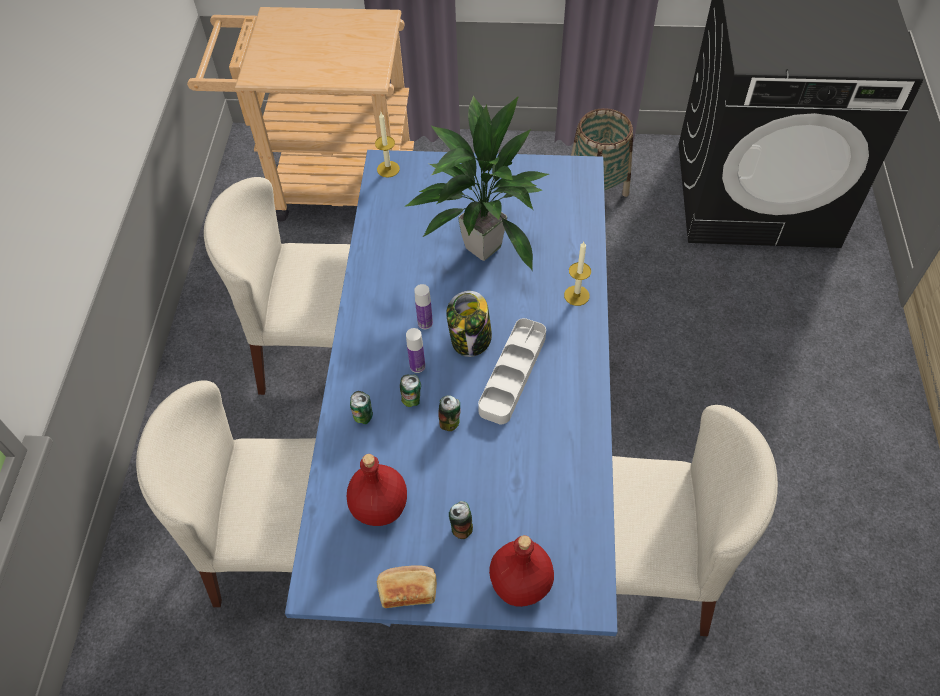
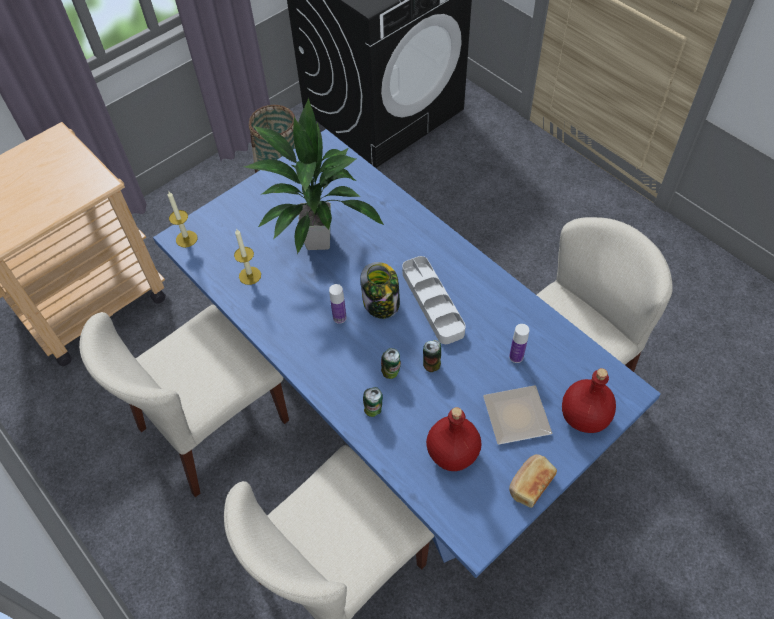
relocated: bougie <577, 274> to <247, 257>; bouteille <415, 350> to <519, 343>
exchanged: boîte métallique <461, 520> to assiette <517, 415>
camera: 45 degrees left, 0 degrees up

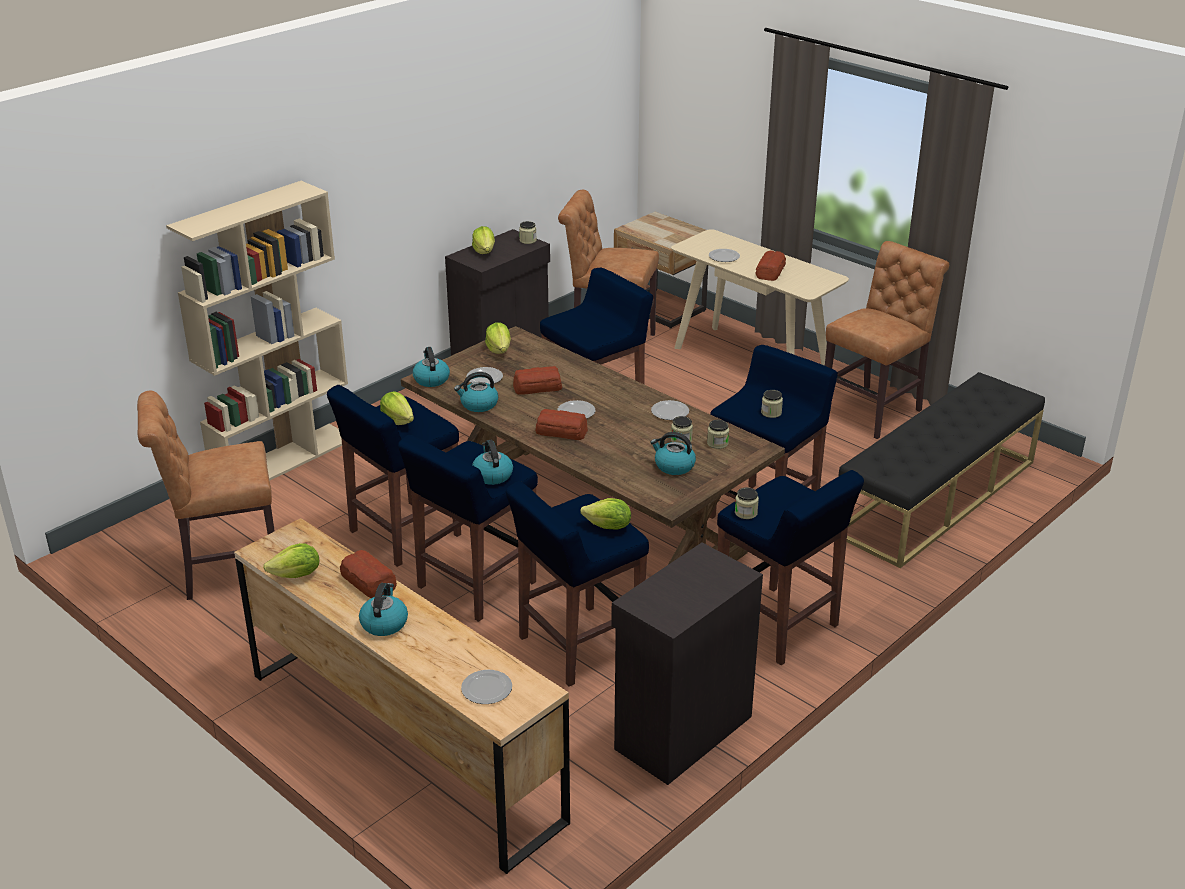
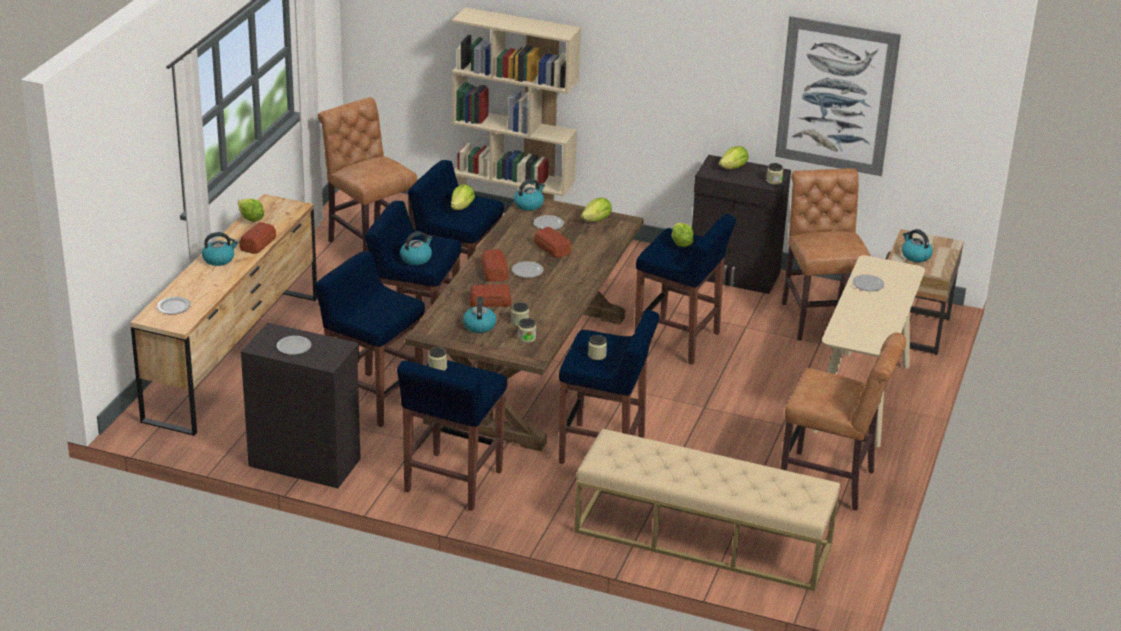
appeared: tableau <838, 96>
relocated: pain <770, 265> to <490, 295>; bouilloire <476, 392> to <917, 245>; assiette <670, 410> to <294, 345>; laitue <605, 514> to <682, 234>
colour: banc [noir] <942, 470> to banc [beige] <707, 509>
camera: 65 degrees right, 0 degrees up

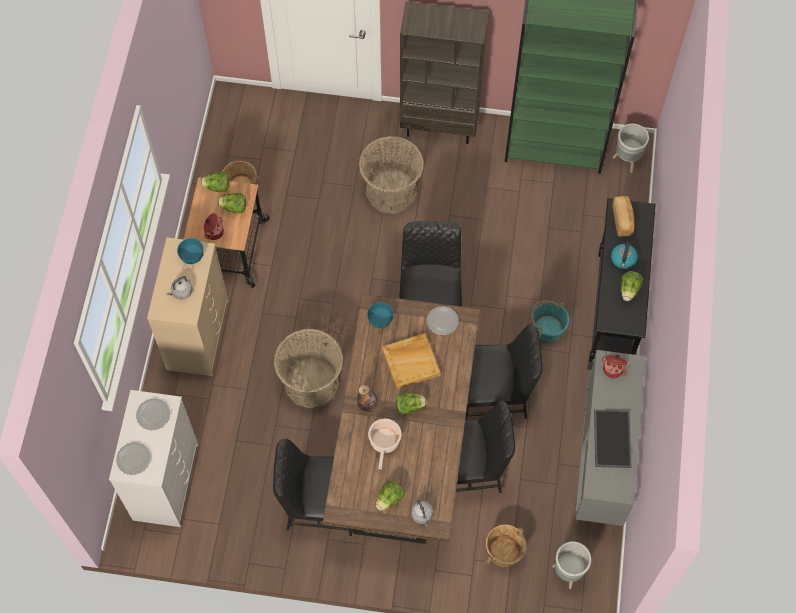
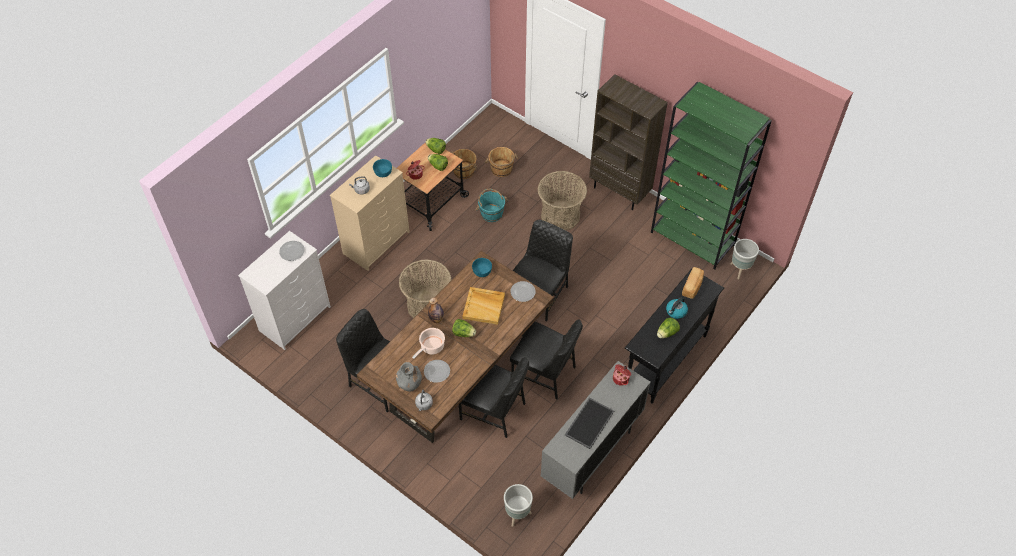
relocated: seau [turquoise] <550, 322> to <491, 205>; assiette <133, 458> to <437, 371>; seau [marron] <506, 545> to <501, 162>
exchanged: laitue <390, 496> to vase [gris] <409, 377>
camera: 30 degrees right, 10 degrees down

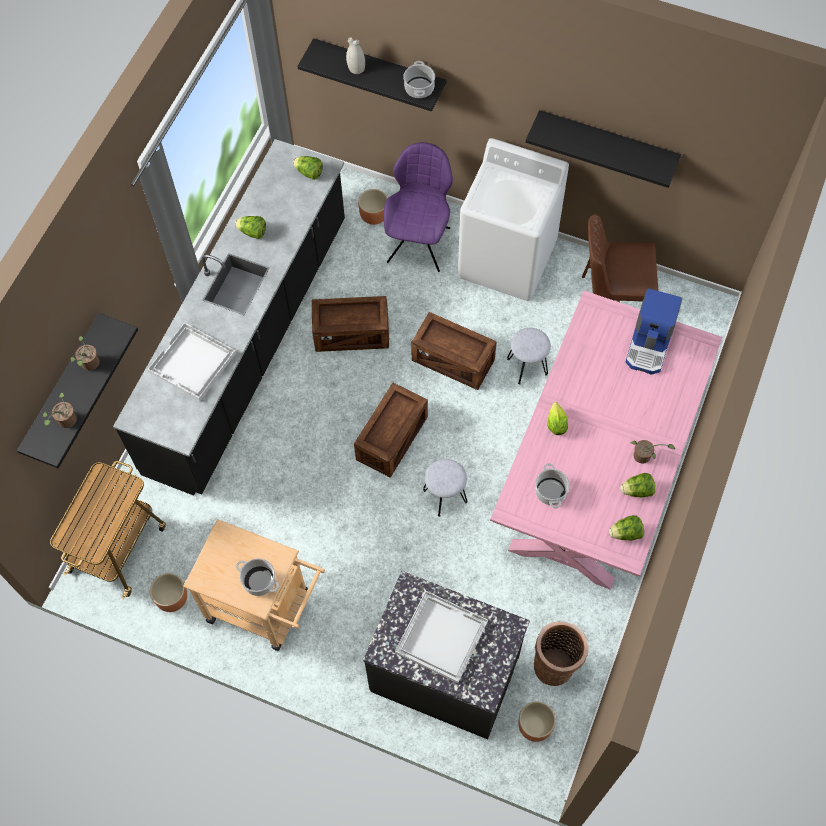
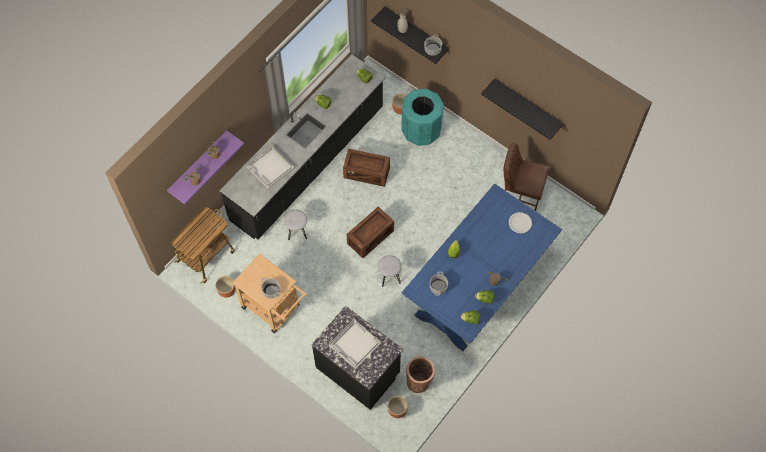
missing: lave-linge [blanc] <513, 219>; caisse <454, 351>
relocated: tabouret [gris] <529, 356> to <295, 225>
exchanged: chaise [violet] <418, 207> to poubelle [turquoise] <422, 117>; machine à café <654, 331> to assiette [blanc] <520, 222>
colour: table à manger [rose] <606, 440> to table à manger [bleu] <482, 267>; étagère [noir] <77, 390> to étagère [violet] <205, 167>
camera: 15 degrees right, 0 degrees up

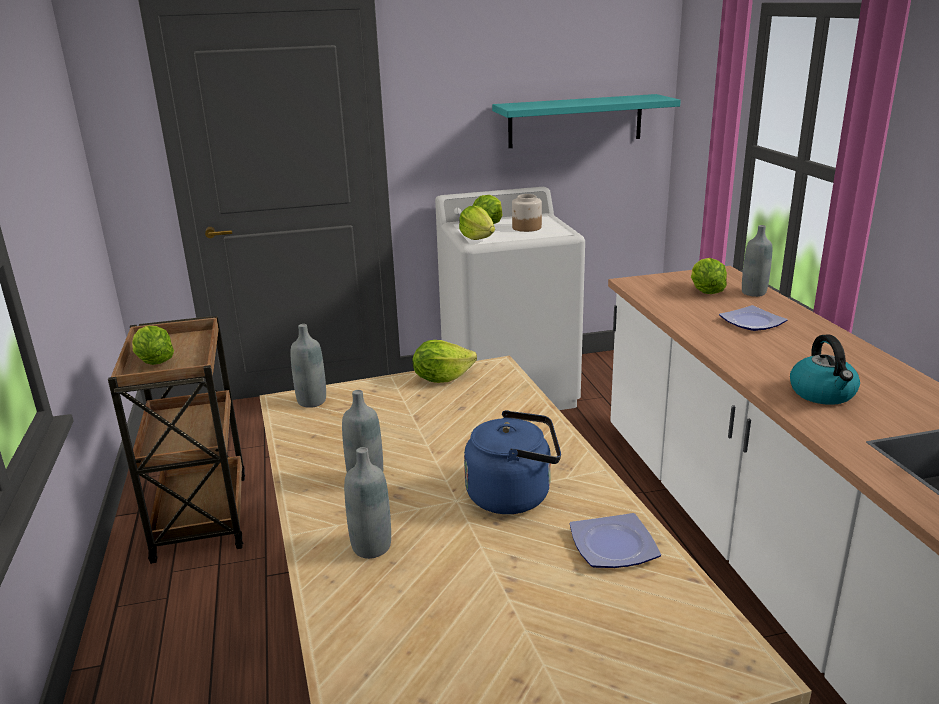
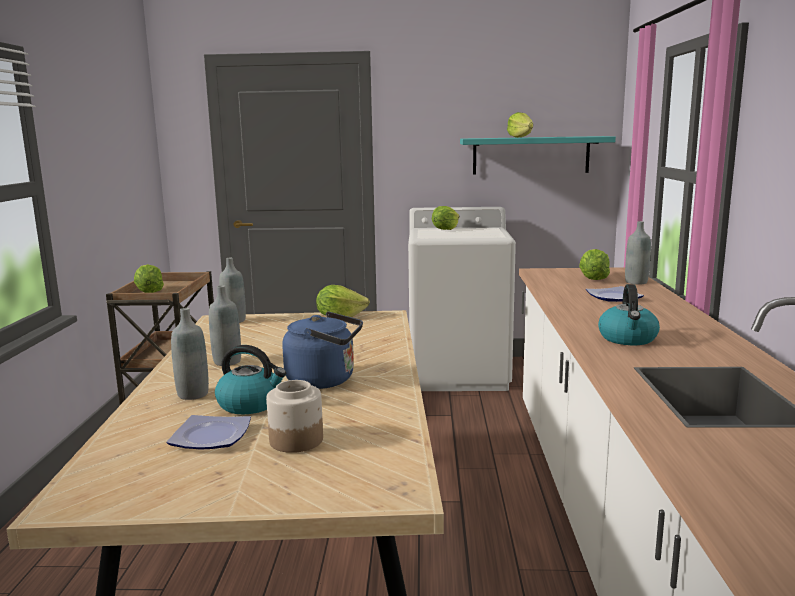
appeared: bouilloire <250, 379>
relocated: bocal <527, 213> to <294, 416>; laitue <477, 223> to <520, 125>; assiette <615, 540> to <209, 432>
camera: 15 degrees right, 10 degrees down

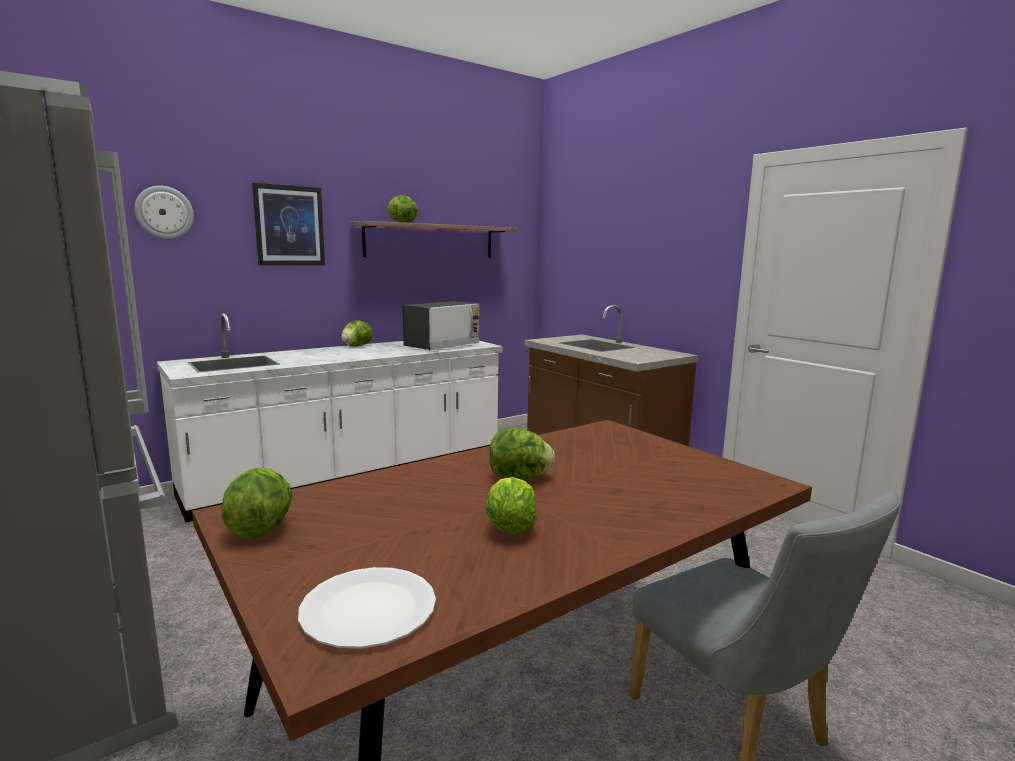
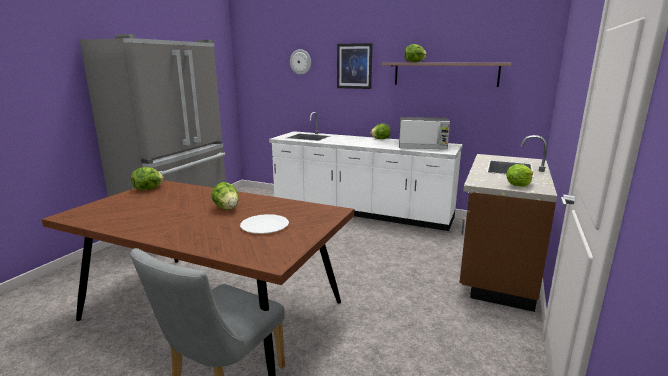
relocated: laitue <511, 505> to <519, 175>; assiette [blanc] <367, 607> to <264, 224>
camera: 60 degrees right, 5 degrees up

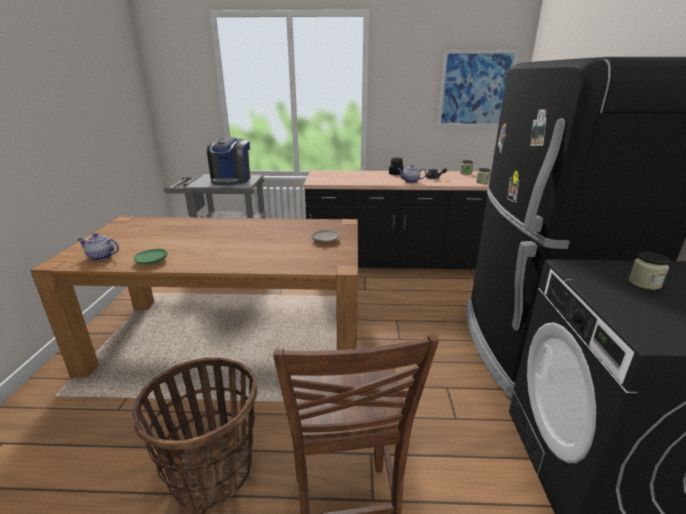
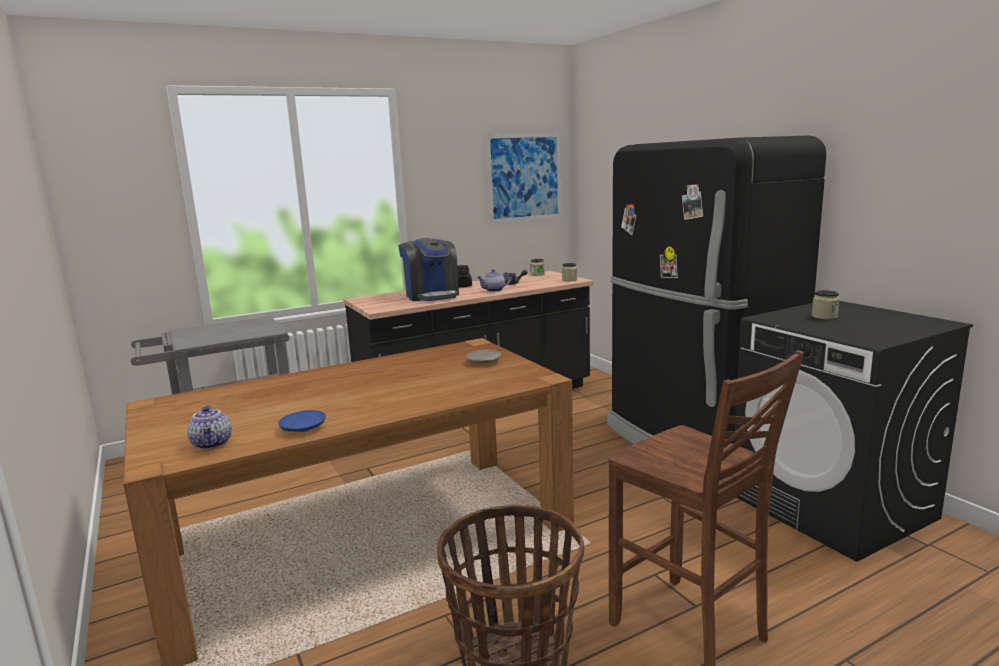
relocated: machine à café <228, 161> to <428, 269>
colour: assiette [vert] <150, 256> to assiette [bleu] <302, 421>
spun: théière <98, 247> = <209, 427> 90 degrees counterclockwise
camera: 30 degrees left, 10 degrees down

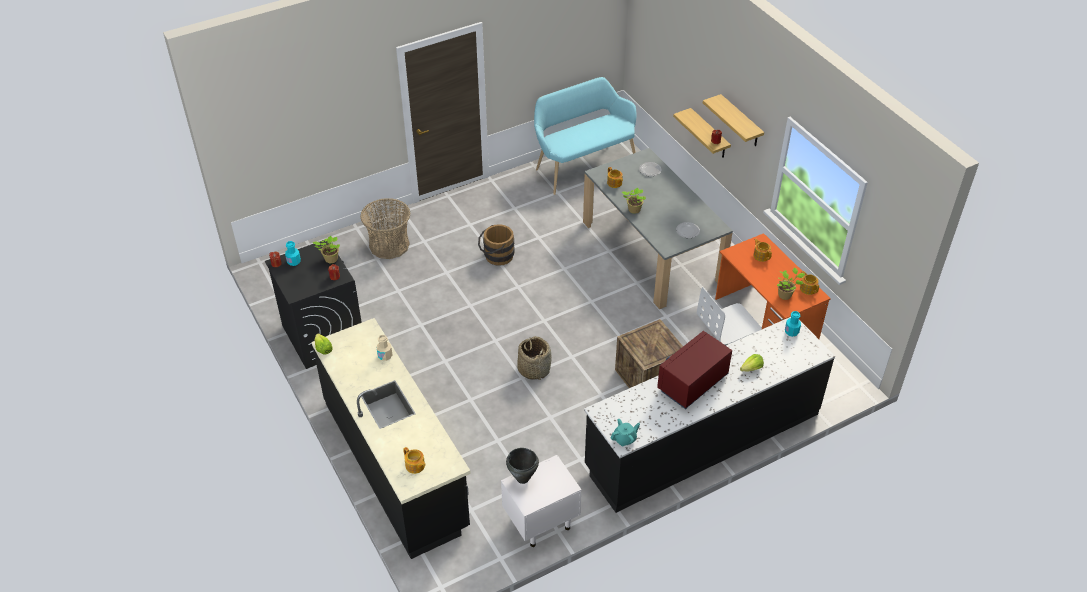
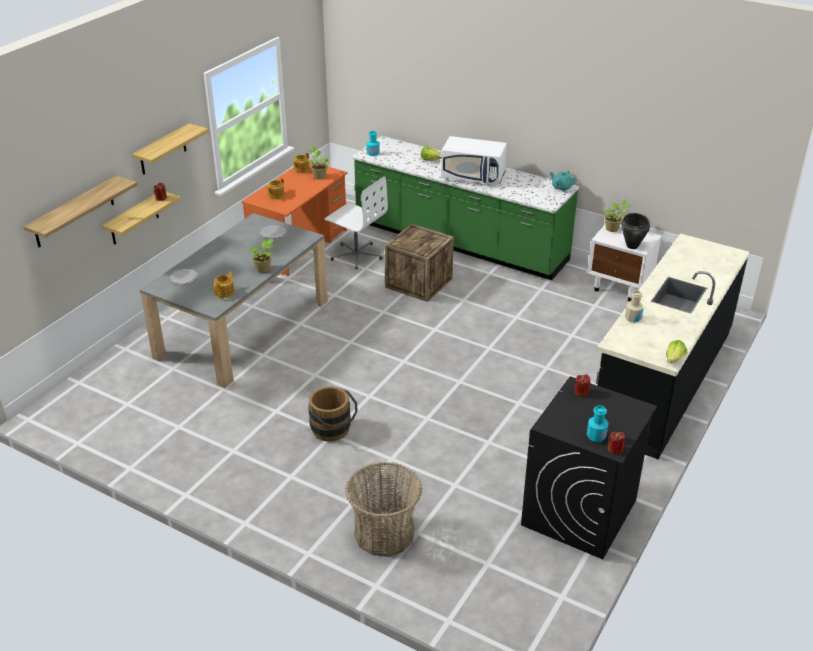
missing: banc [turquoise] <585, 136>; panier <534, 358>; théière <414, 460>
appeared: étagère <80, 211>
relocated: plante en pot <326, 249> to <616, 216>
colour: comptoir de cuisine [noir] <709, 415> to comptoir de cuisine [vert] <465, 208>; micro-ondes [rouge] <694, 370> to micro-ondes [blanc] <474, 160>
camera: 120 degrees left, 10 degrees down

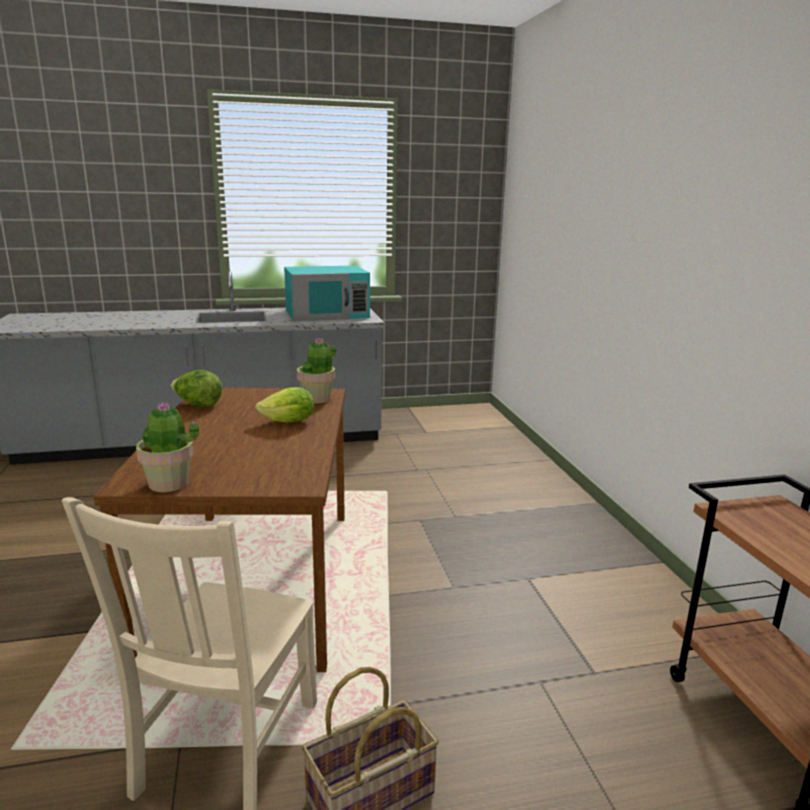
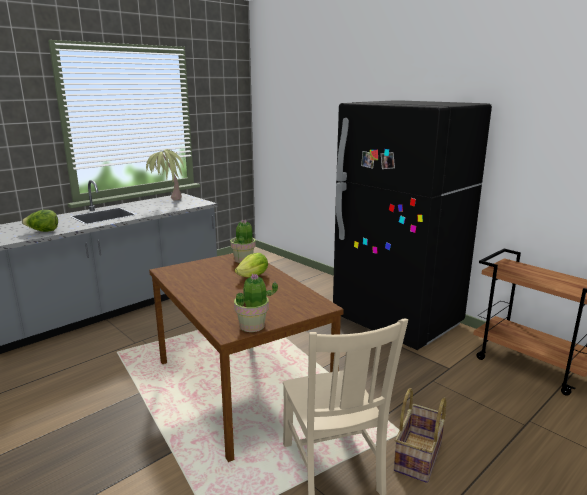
appeared: réfrigérateur [noir] <412, 225>
relocated: laitue <196, 388> to <40, 221>
exchanged: micro-ondes [turquoise] <327, 294> to plante en pot <165, 175>
camera: 30 degrees left, 0 degrees up

